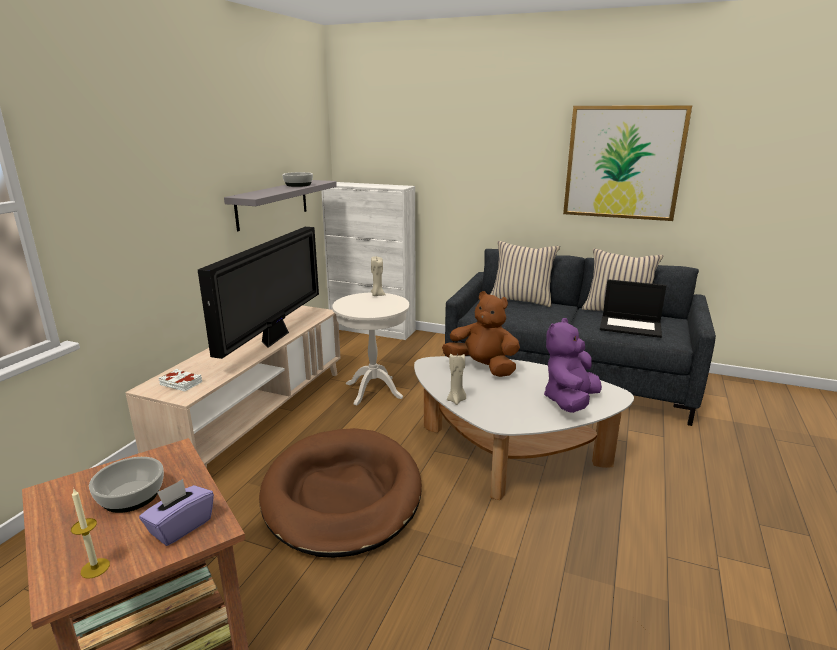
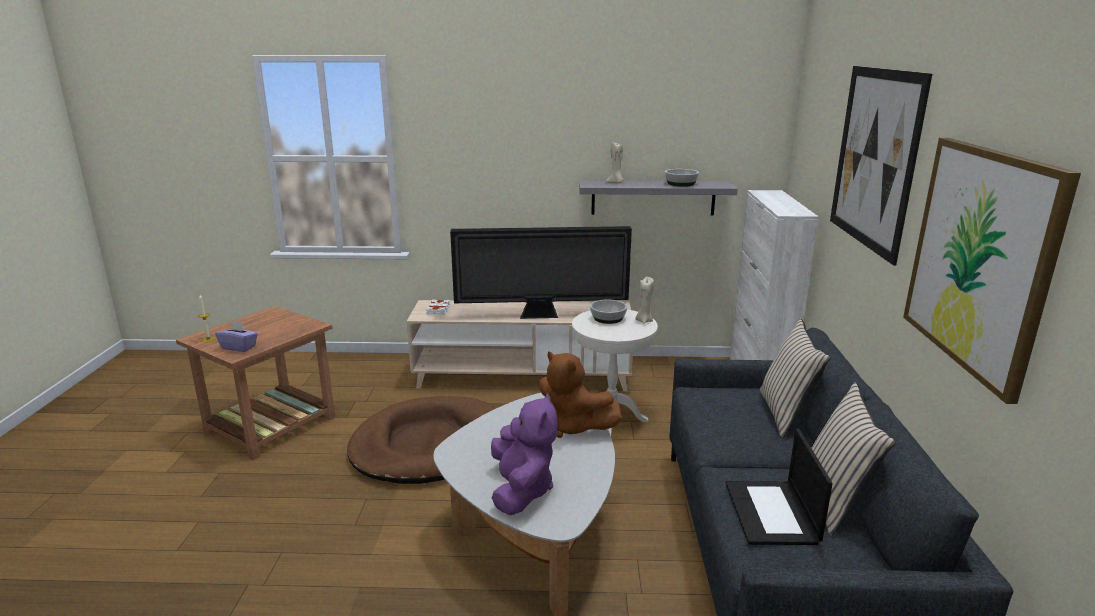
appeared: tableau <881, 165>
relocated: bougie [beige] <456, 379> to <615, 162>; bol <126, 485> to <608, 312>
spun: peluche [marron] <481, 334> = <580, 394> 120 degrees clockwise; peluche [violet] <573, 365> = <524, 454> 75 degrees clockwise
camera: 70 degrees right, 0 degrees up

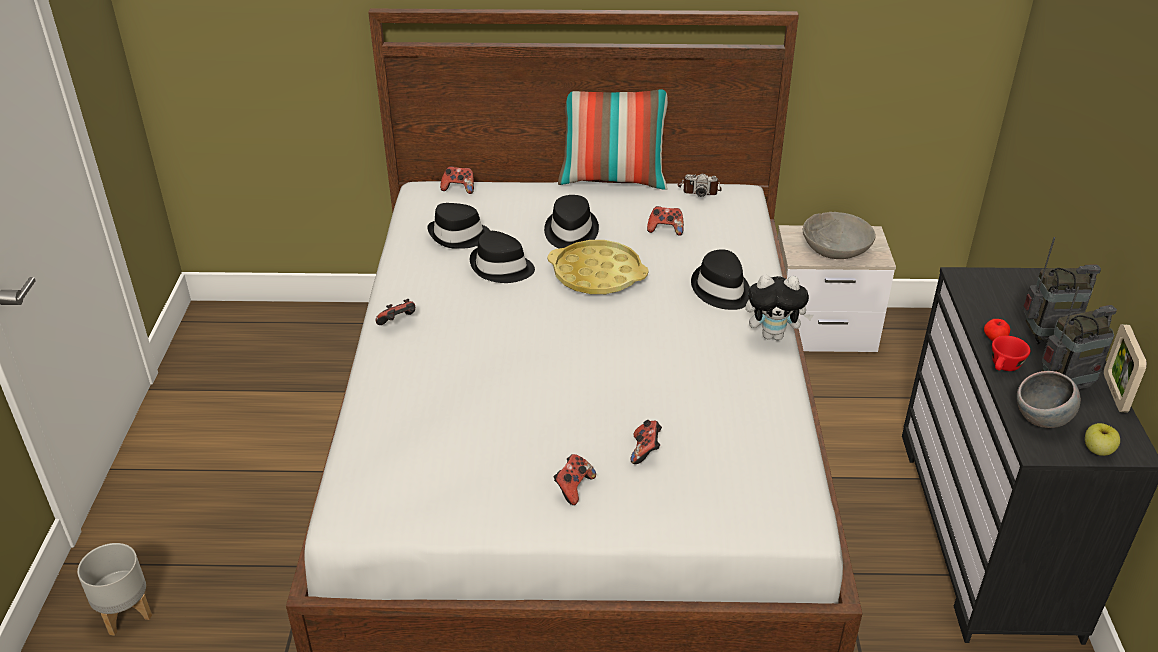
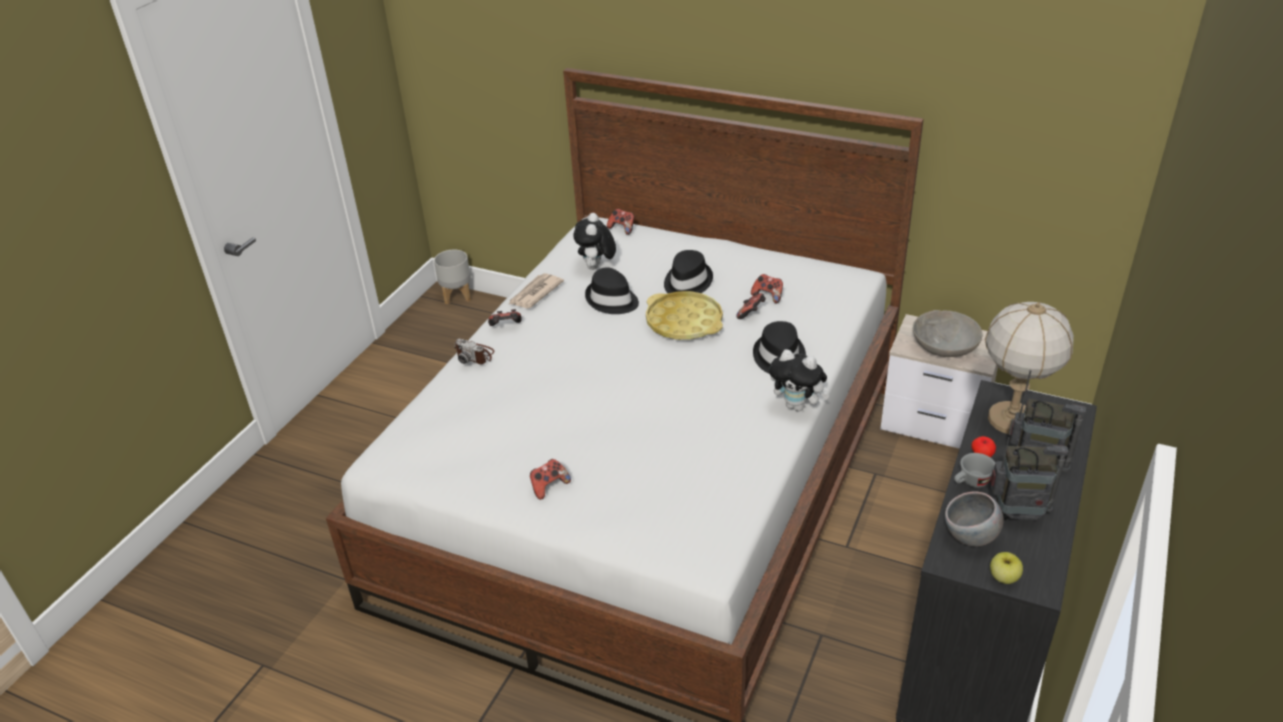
missing: coussin <613, 139>; cadre photo <1125, 368>
appeared: journal <536, 291>; lampe de table <1029, 368>
relocated: appareil photo <700, 185> to <474, 351>; manette <646, 442> to <751, 305>; cache-pot [gris] <114, 589> to <452, 277>
exchanged: chapeau [noir] <458, 226> to peluche <594, 241>
colour: tasse [rouge] <1011, 353> to tasse [gris] <974, 470>
camera: 25 degrees right, 0 degrees up

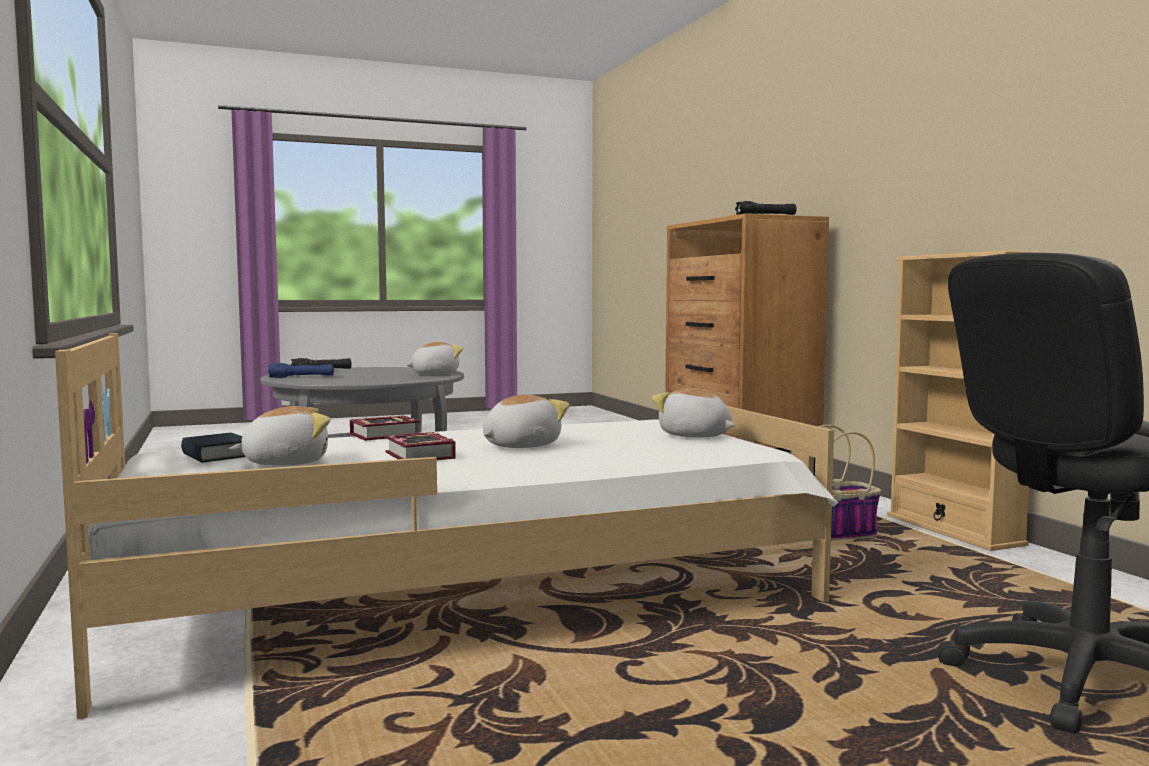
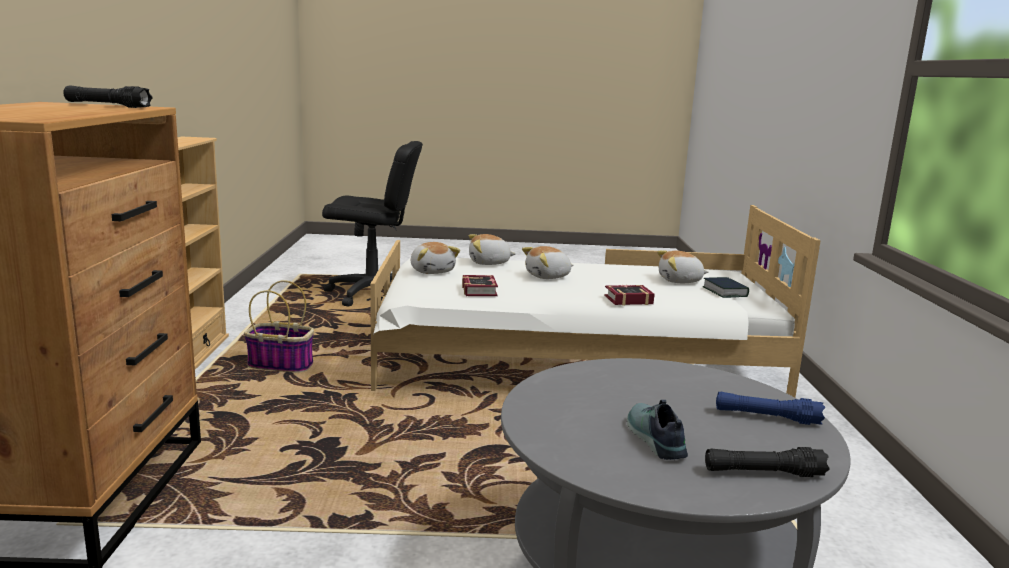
appeared: chaussure <657, 430>
relocated: peluche <434, 358> to <492, 249>; livre <420, 446> to <480, 285>
camera: 160 degrees left, 10 degrees up

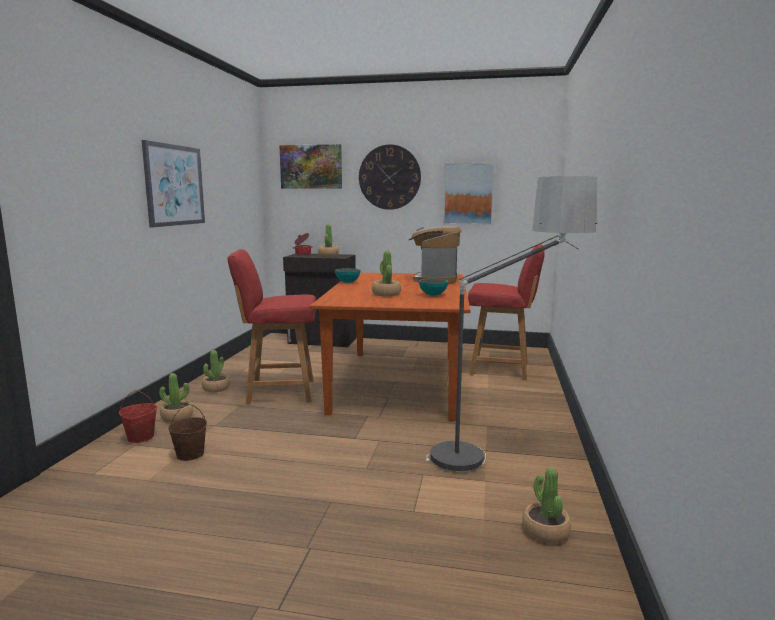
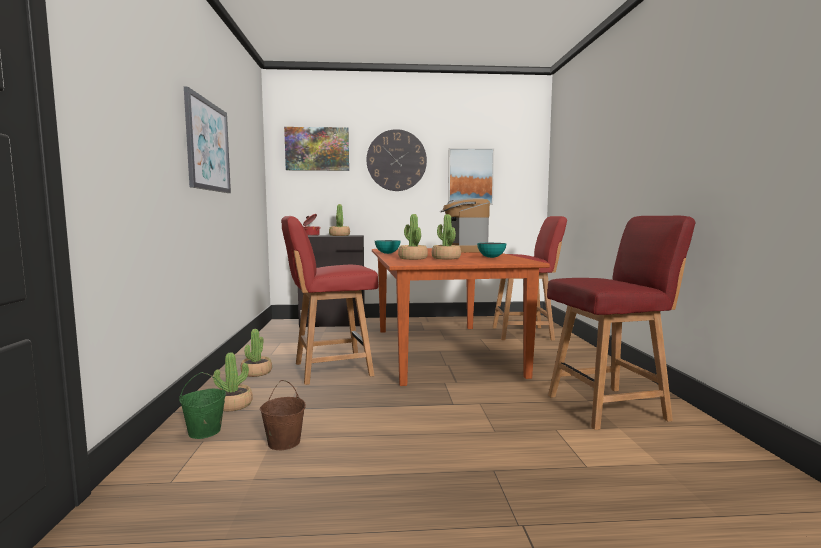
relocated: plante en pot <546, 505> to <413, 237>
exchanged: lampadaire <512, 324> to chaise [rouge] <621, 323>
colour: seau [rouge] <138, 416> to seau [vert] <202, 405>
camera: 15 degrees left, 5 degrees down

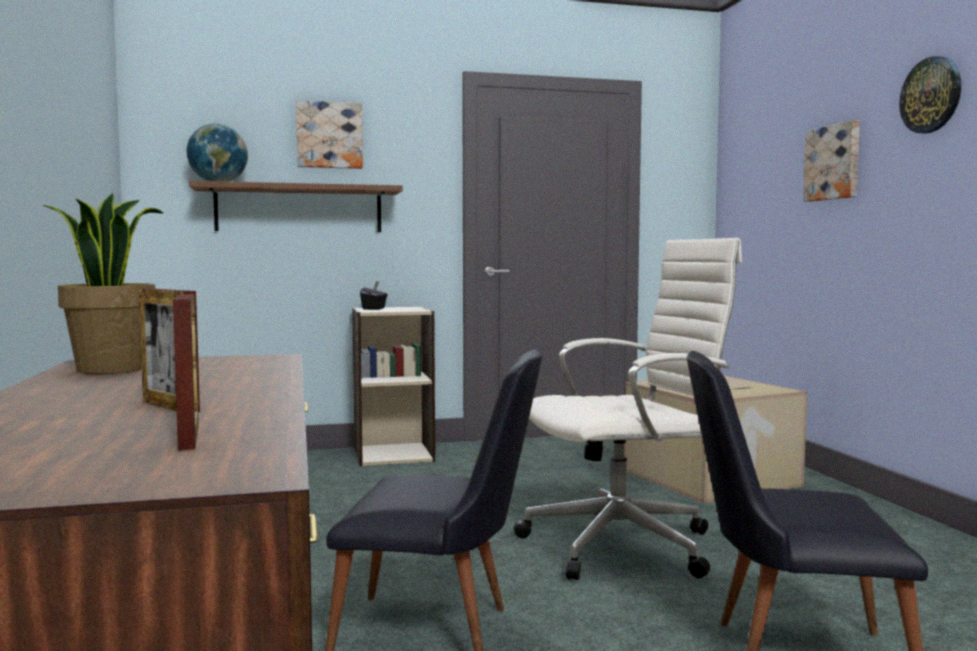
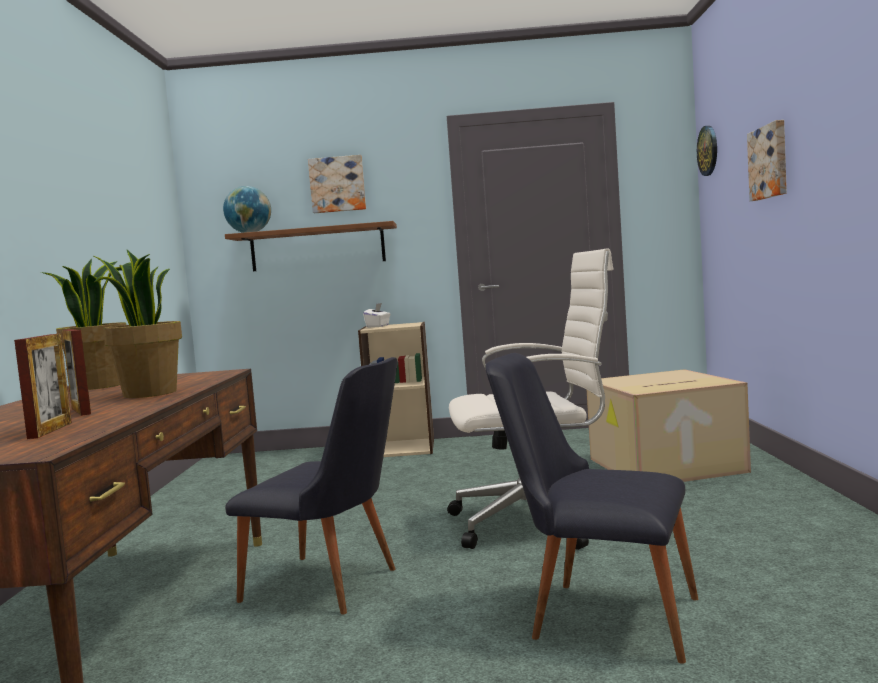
appeared: plante en pot <138, 324>
relocated: horloge murale <930, 95> to <707, 151>
colour: boîte à mouchoirs [noir] <373, 296> to boîte à mouchoirs [blanc] <377, 315>
camera: 15 degrees right, 0 degrees up

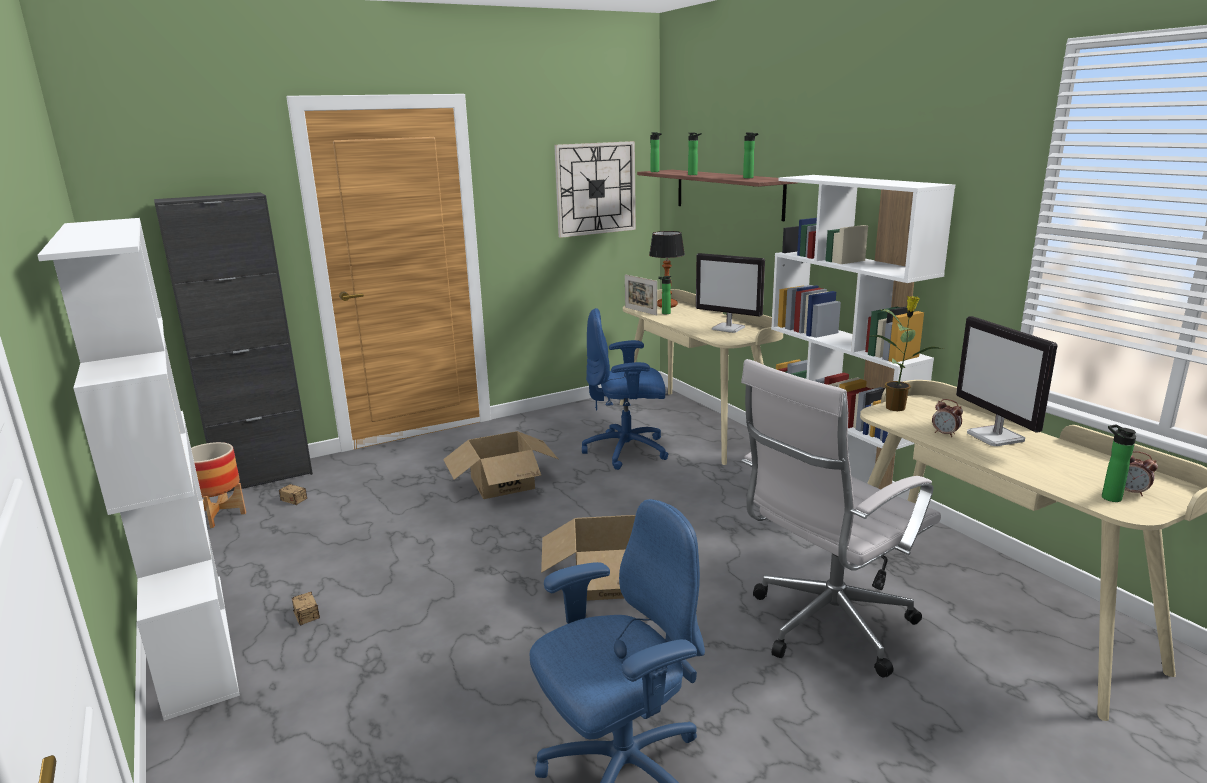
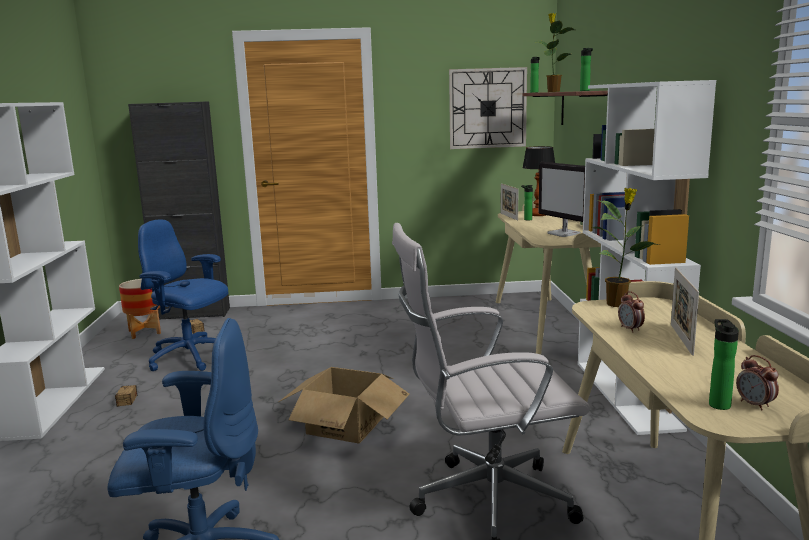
missing: carton <500, 465>
relocated: chaise de bureau [bleu] <625, 389> to <183, 295>
exchanged: bouteille <695, 154> to plante en pot <555, 52>; écran d'ordinateur <1007, 381> to cadre photo <685, 312>
camera: 25 degrees right, 5 degrees down

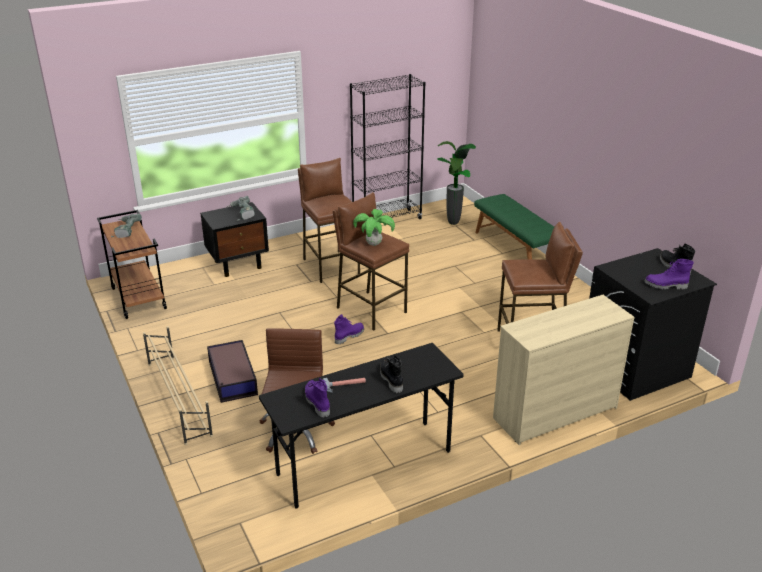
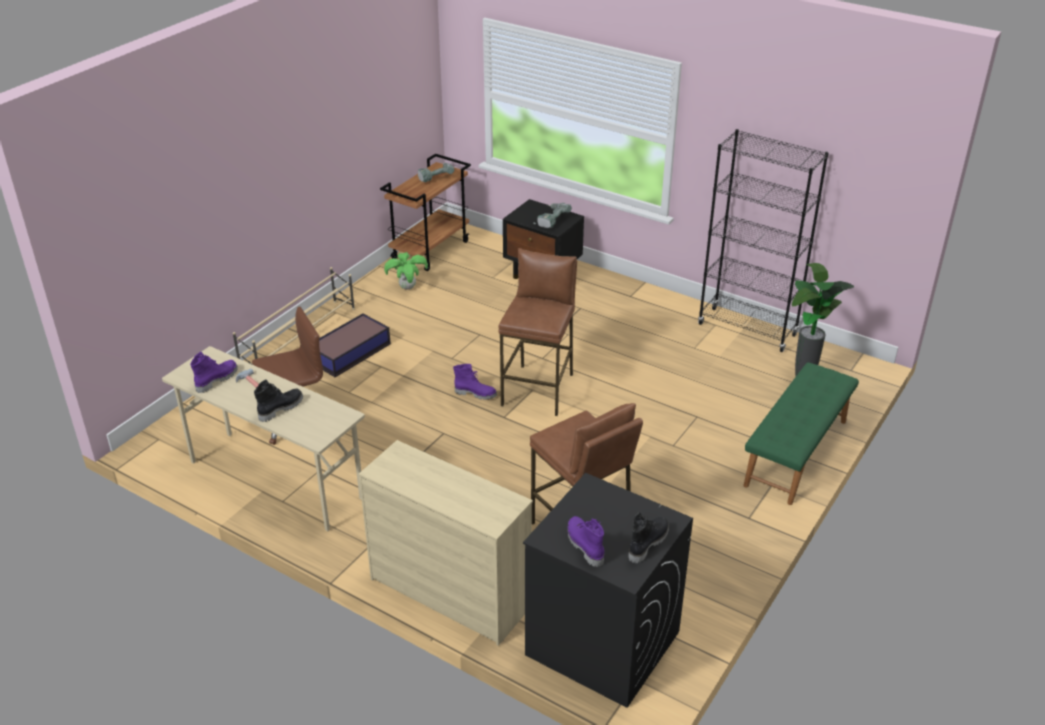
missing: tabouret [marron] <329, 220>
relocated: plante en pot <374, 227> to <406, 270>
colour: bureau [noir] <361, 426> to bureau [beige] <263, 438>
camera: 60 degrees right, 5 degrees up

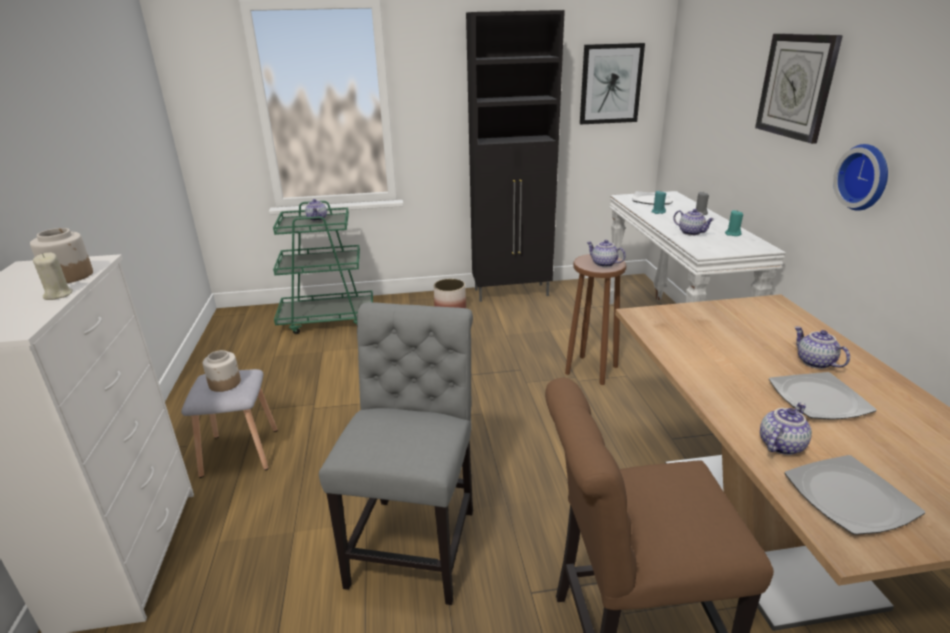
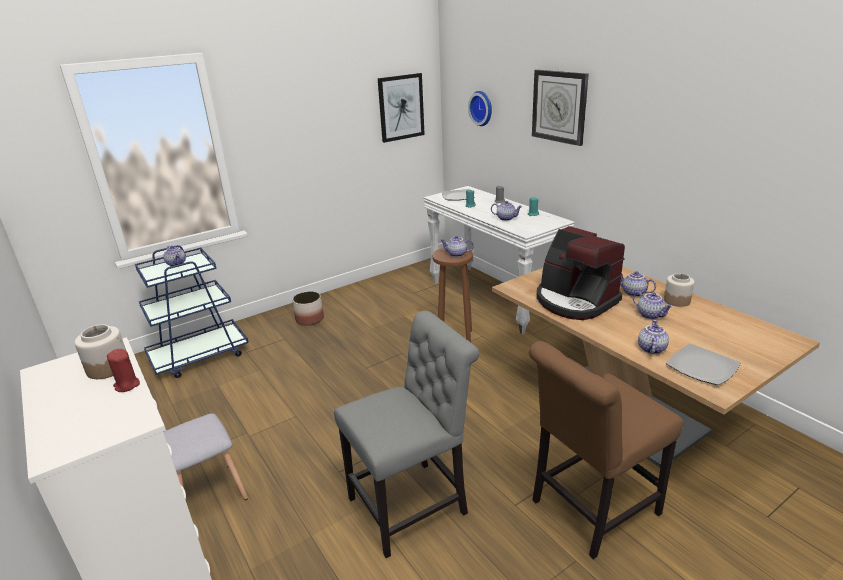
missing: meuble de rangement [noir] <515, 156>
appeared: machine à café <581, 273>
relocated: horloge murale <860, 177> to <480, 108>; bocal <221, 371> to <679, 290>
exchanged: assiette <823, 396> to théière <653, 305>
colour: chariot [vert] <323, 267> to chariot [bleu] <192, 311>; bougie [beige] <53, 276> to bougie [rouge] <123, 370>
spun: chaise [gris] <396, 453> = <406, 434> 75 degrees clockwise
camera: 25 degrees left, 0 degrees up

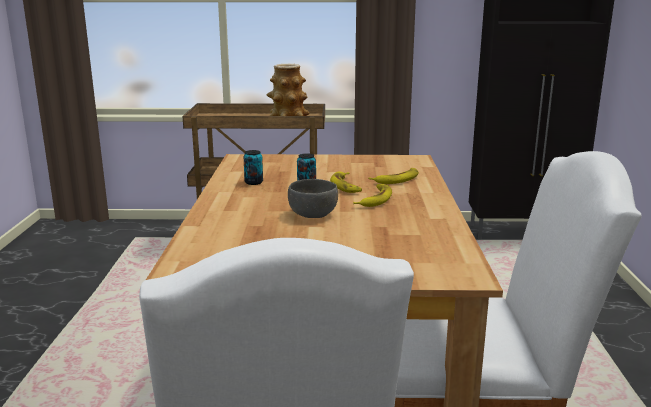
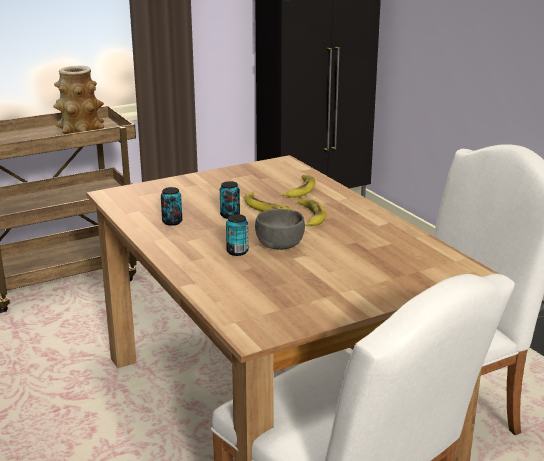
appeared: boîte métallique <237, 235>
camera: 30 degrees left, 5 degrees up

